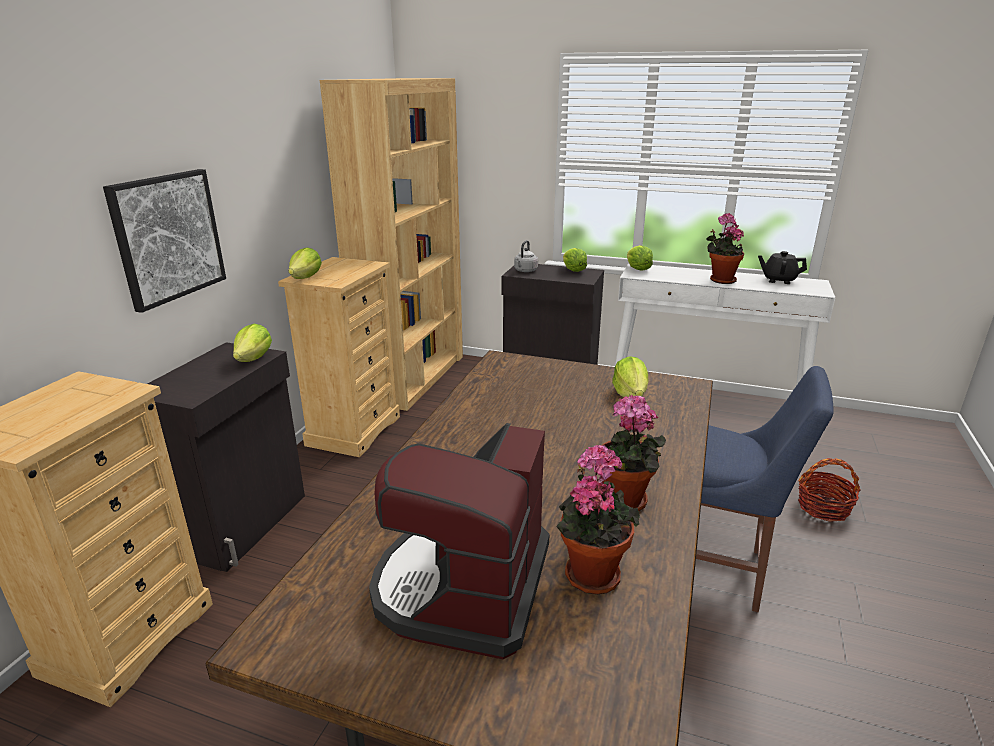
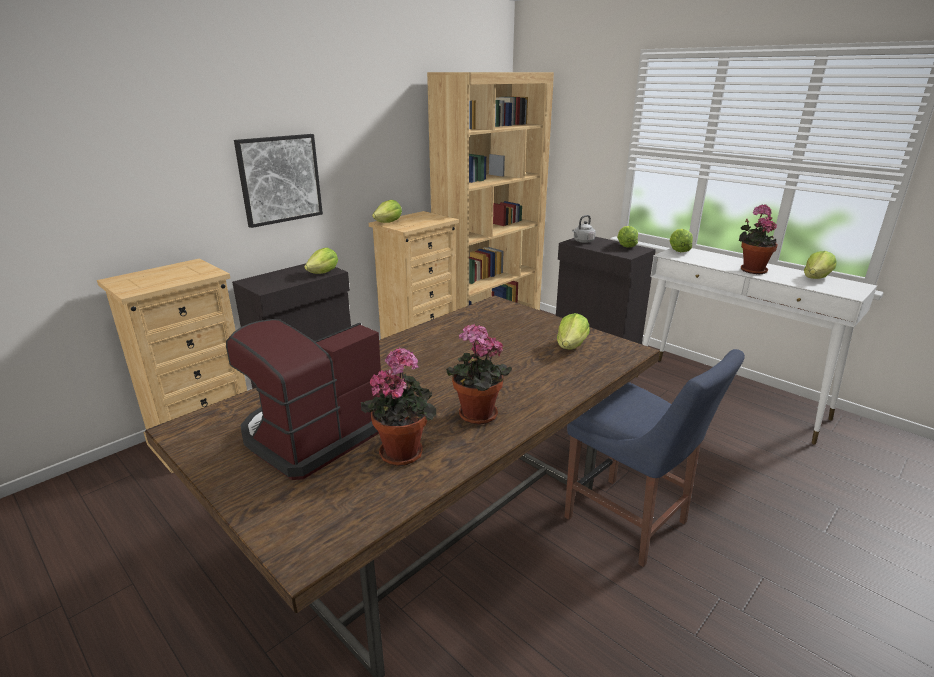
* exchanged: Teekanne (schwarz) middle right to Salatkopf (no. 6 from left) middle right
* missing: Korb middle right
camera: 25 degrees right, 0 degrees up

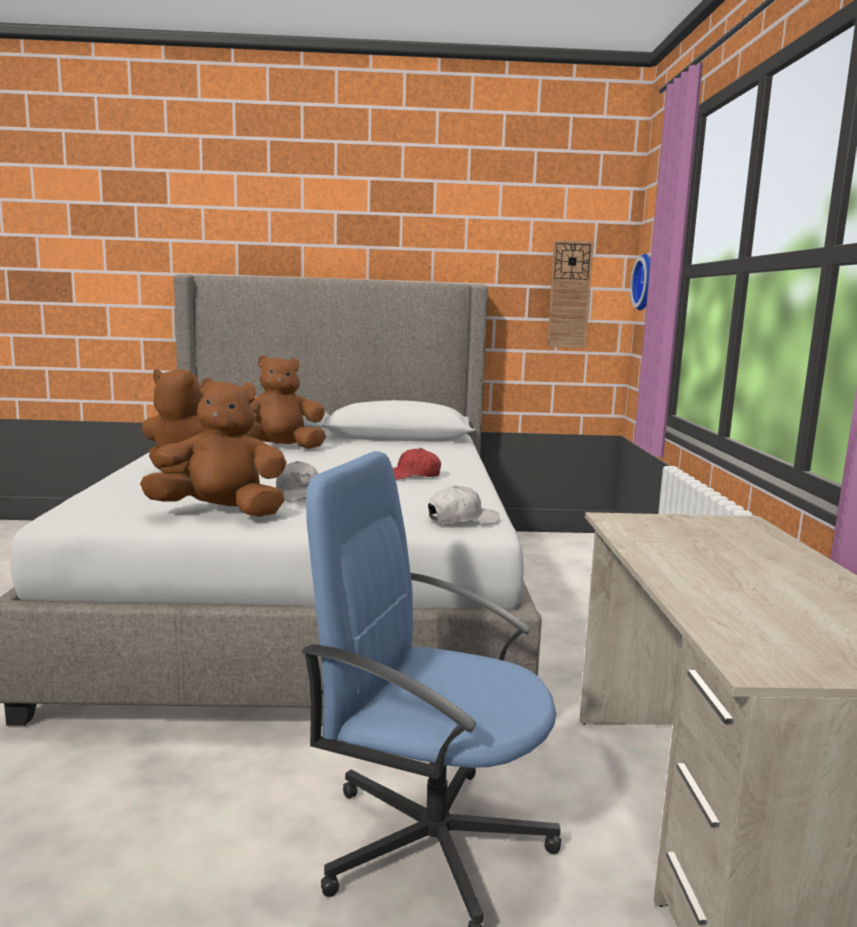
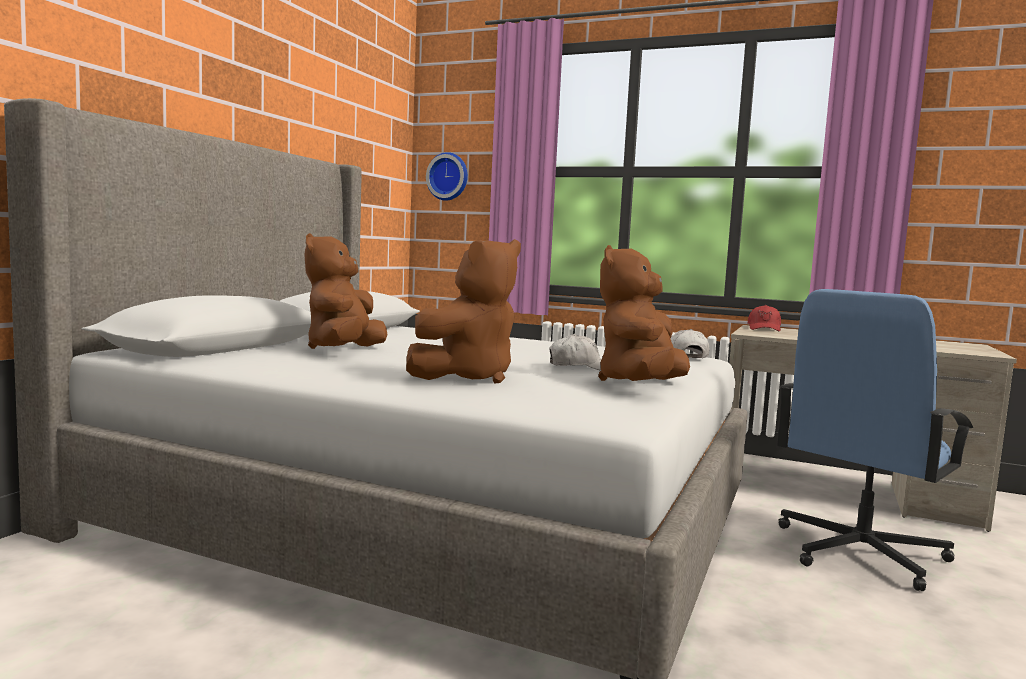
* missing: Wanduhr (no. 1 from left) top centre
* relocated: Kappe (rot) centre to middle right
camera: 65 degrees left, 5 degrees down

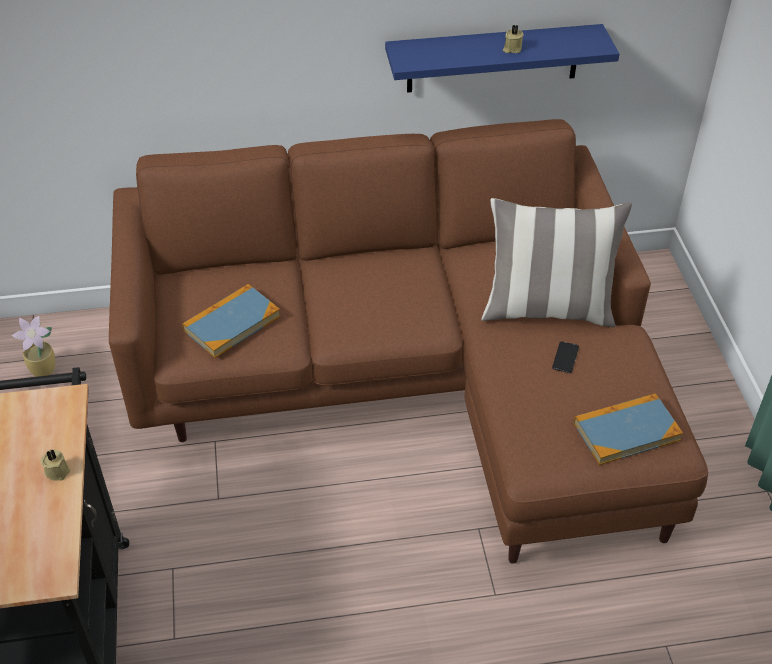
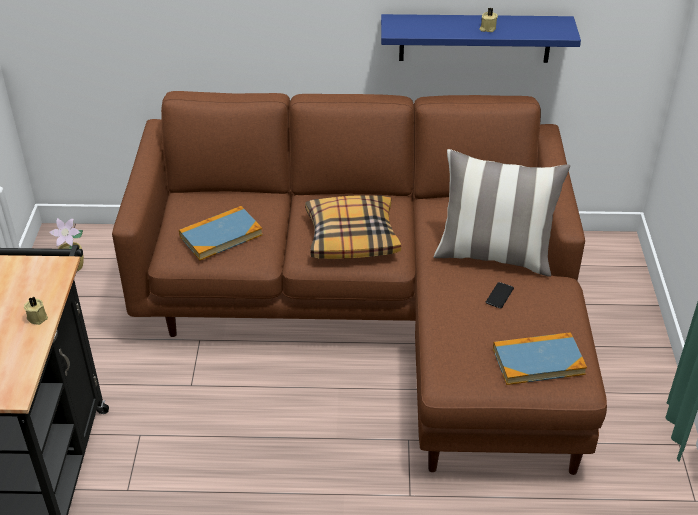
* appeared: Kissen (no. 1 from left) centre
camera: 10 degrees right, 5 degrees down

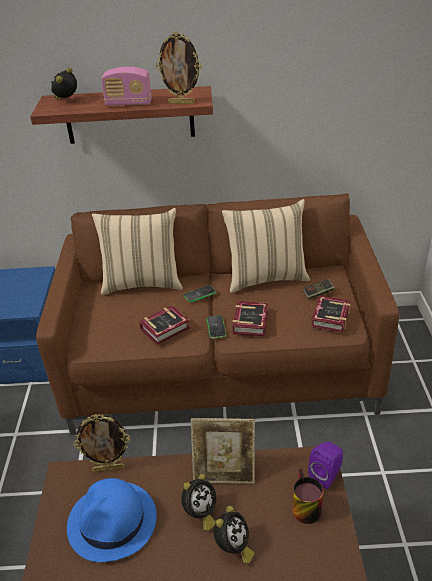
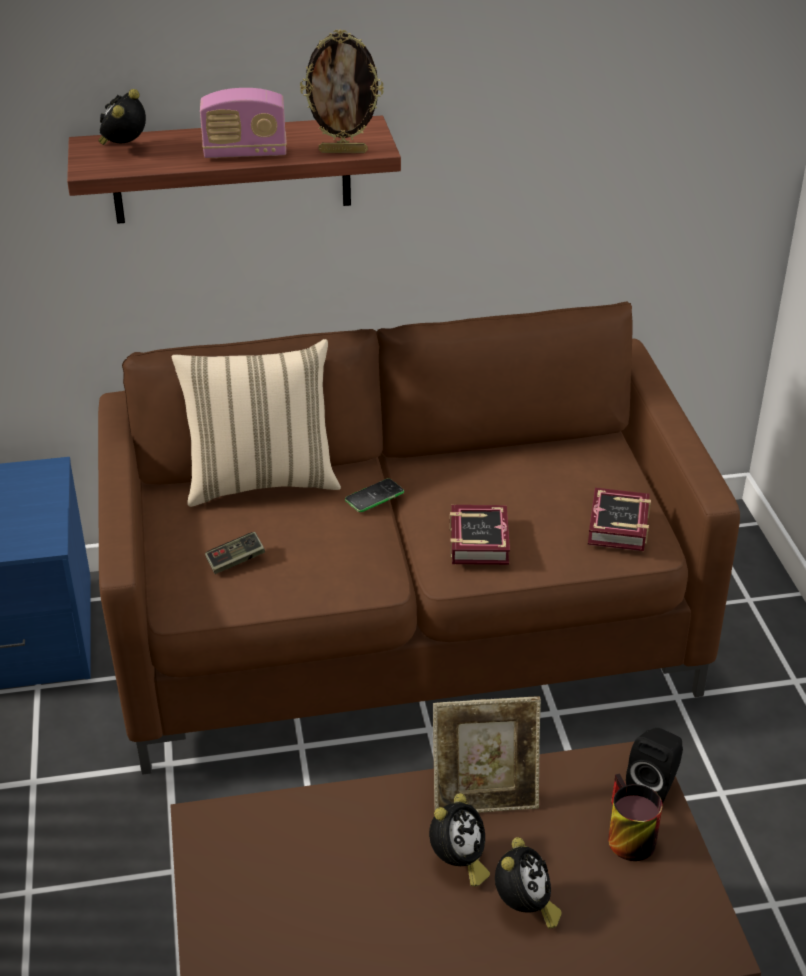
* missing: Kissen (beige) (no. 2 from left) centre
* relocated: Gamepad middle right to middle left
* missing: Buch (no. 1 from left) centre
* missing: Handy (no. 2 from left) centre
* missing: Bilderrahmen (no. 1 from left) bottom left
* colour: Lautsprecher (lila) bottom right to Lautsprecher (schwarz) bottom right
* missing: Hut (blau) bottom left
camera: 10 degrees left, 0 degrees up

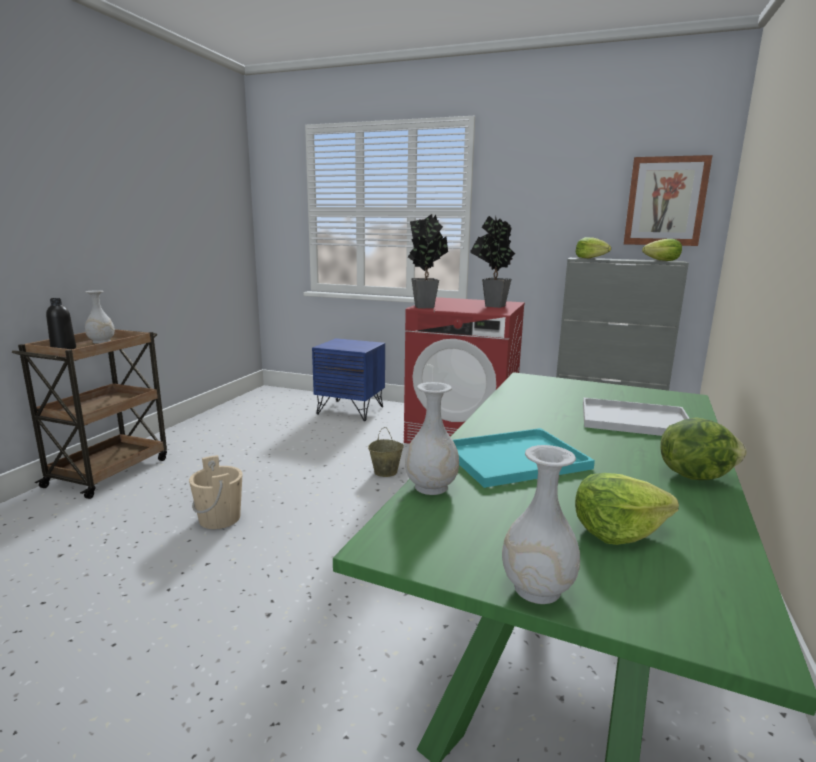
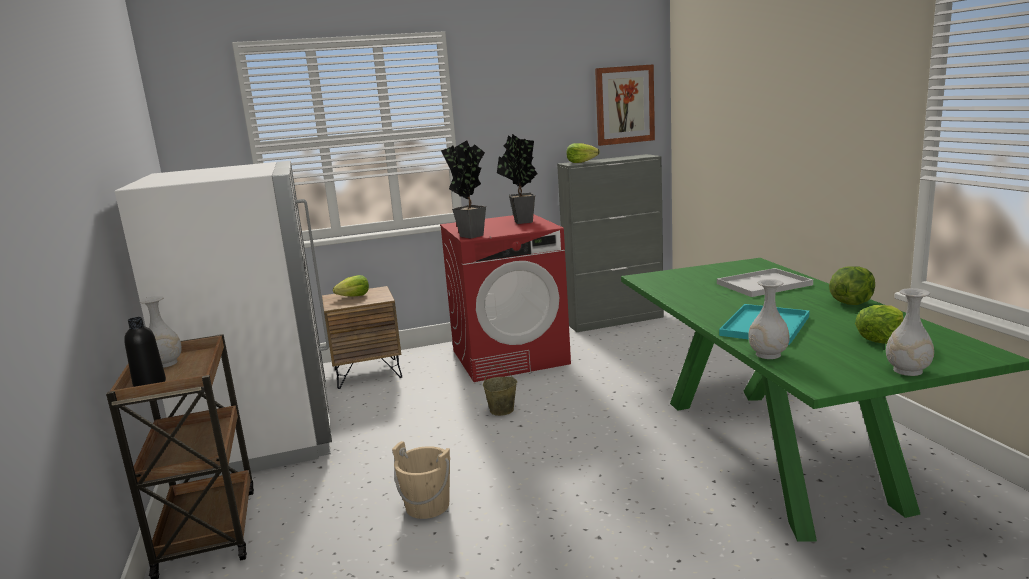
* relocated: Salatkopf (no. 3 from left in the first image) top right to Salatkopf (no. 1 from left) centre
* colour: Nachttisch (blau) centre to Nachttisch (braun) centre
* appeared: Kühlschrank (weiß) middle left
camera: 35 degrees left, 0 degrees up

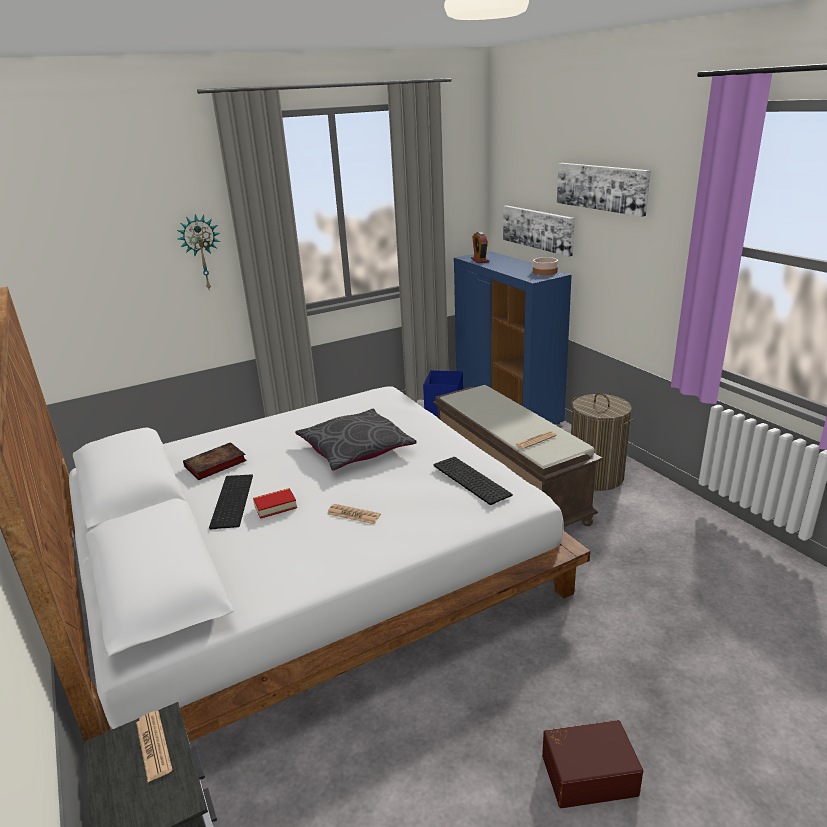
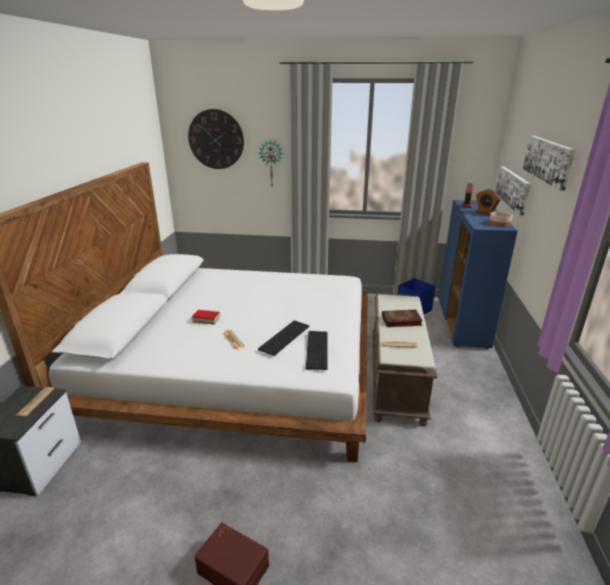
* missing: Wäschekorb middle right
* missing: Kissen (grau) centre
* relocated: Buch (no. 1 from left in the first image) middle left to Buch (no. 2 from left) centre
* relocated: Tastatur (no. 1 from left) middle left to centre
* appeared: Wanduhr (no. 1 from left) top centre
* appeared: Wecker (no. 2 from left) middle right
camera: 35 degrees right, 0 degrees up

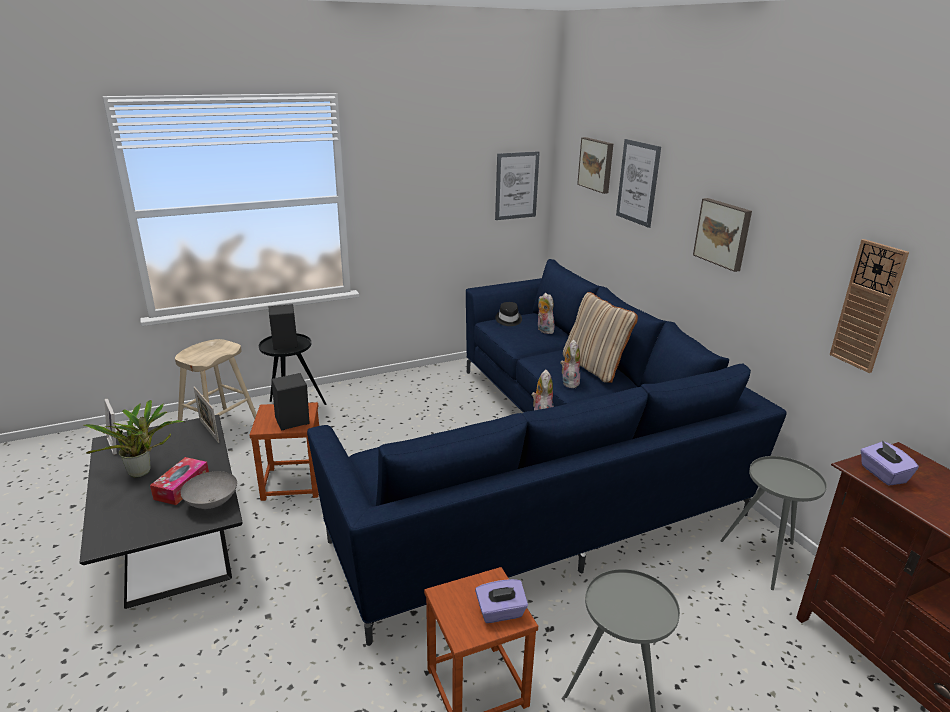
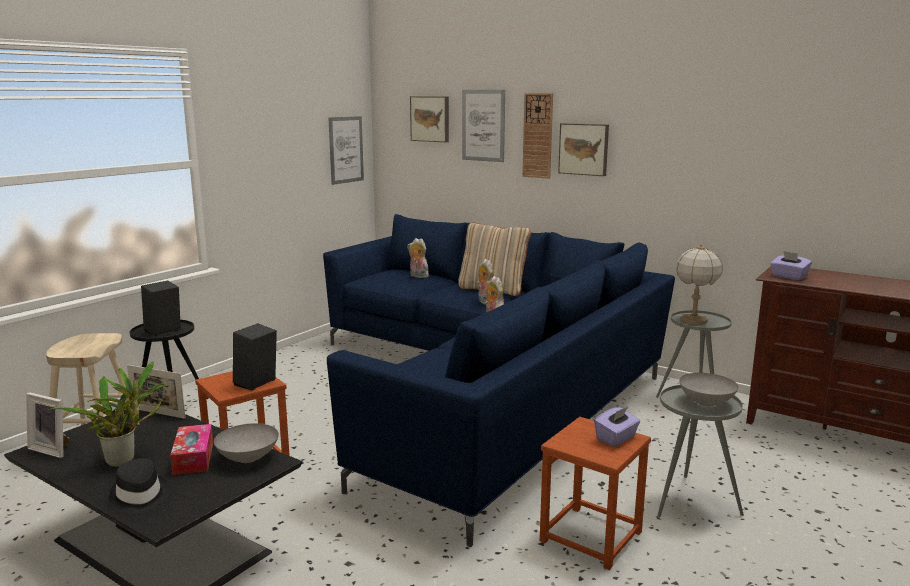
* relocated: Wanduhr middle right to top centre
* relocated: Hut (schwarz) centre to bottom left
* appeared: Tischlampe middle right
* appeared: Schüssel (grau) (no. 2 from left) middle right
camera: 30 degrees left, 10 degrees down

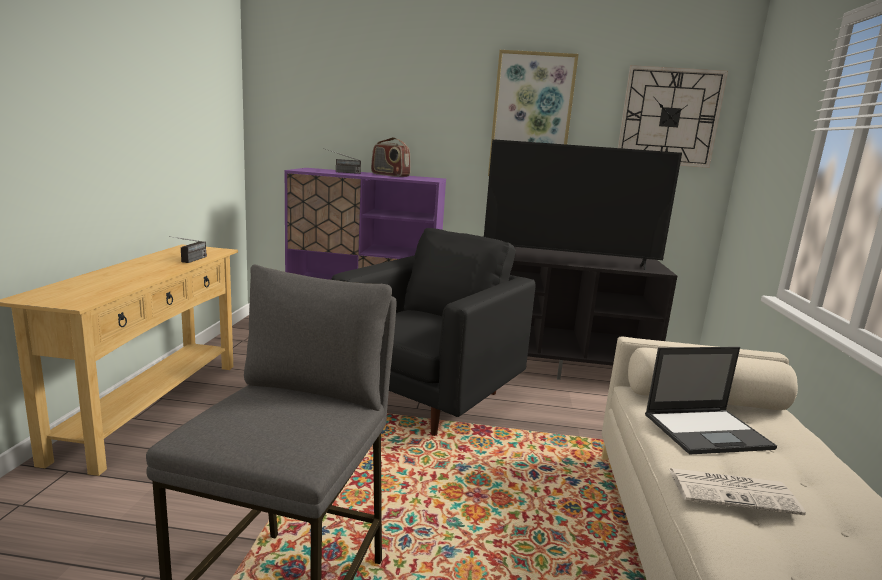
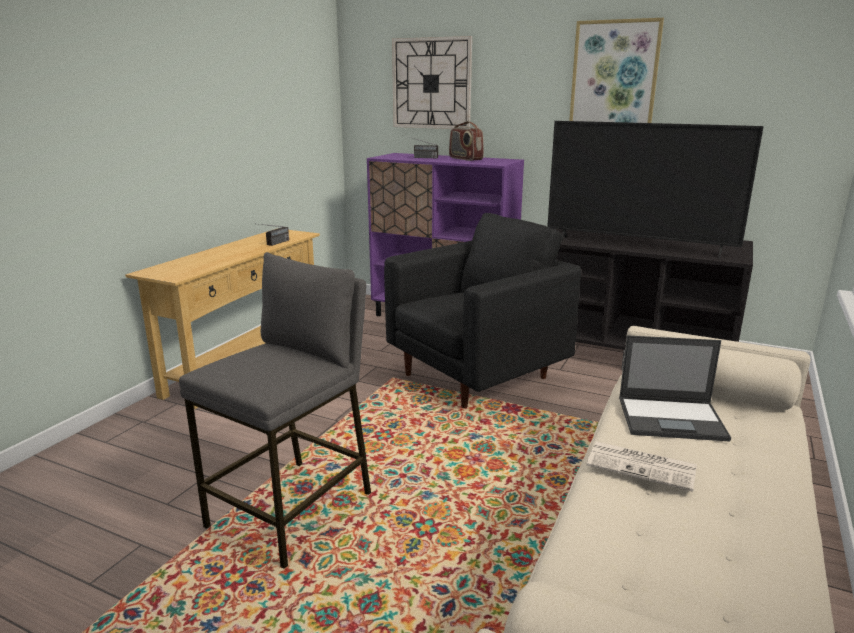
* relocated: Wanduhr top right to top centre
camera: 20 degrees right, 5 degrees up

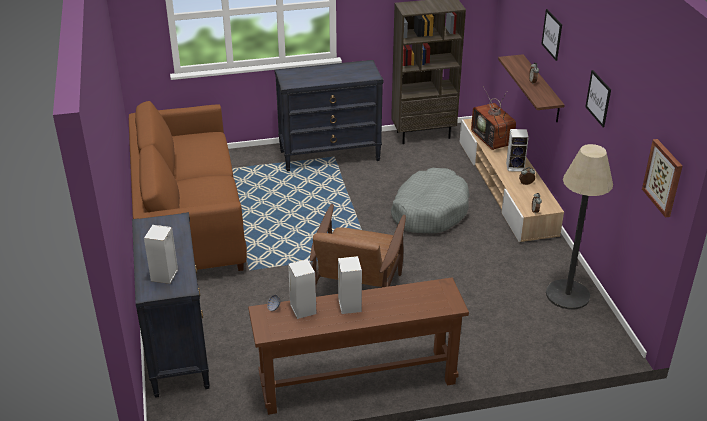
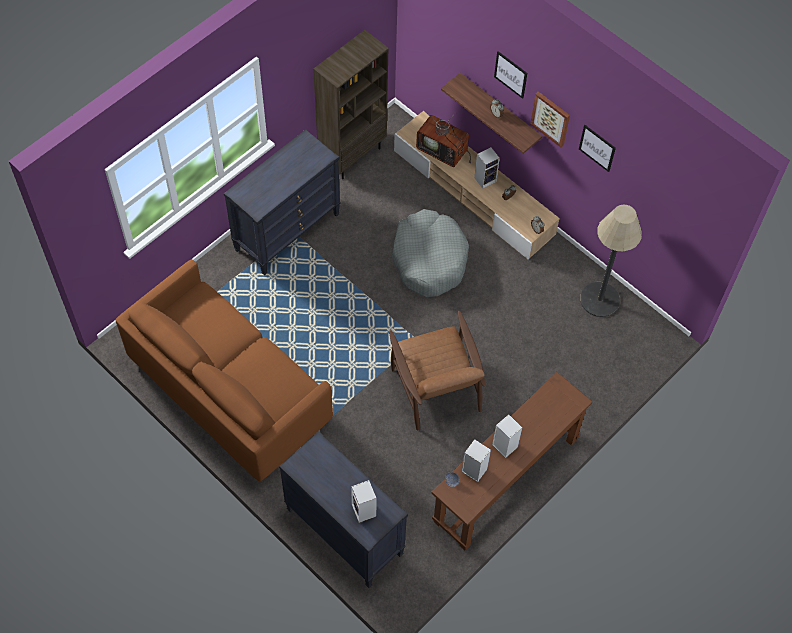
* relocated: Bild (no. 3 from left in the first image) middle right to Bild (no. 2 from left) top right
camera: 35 degrees left, 25 degrees up

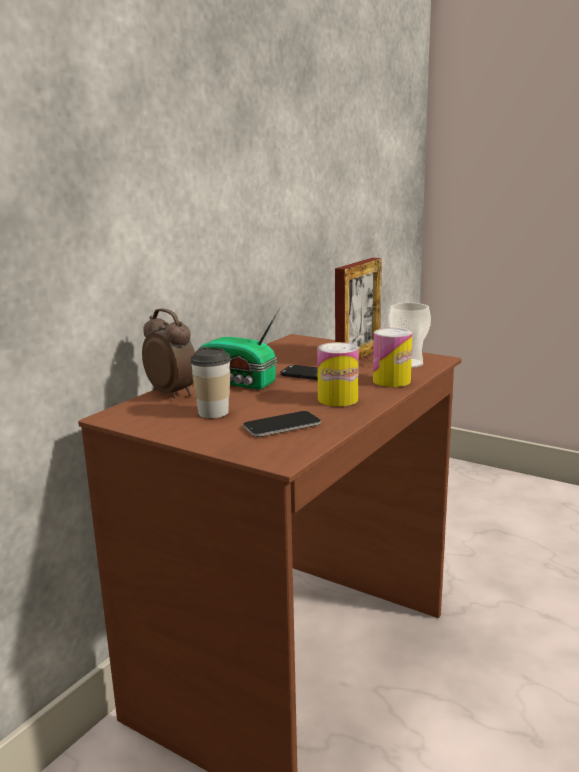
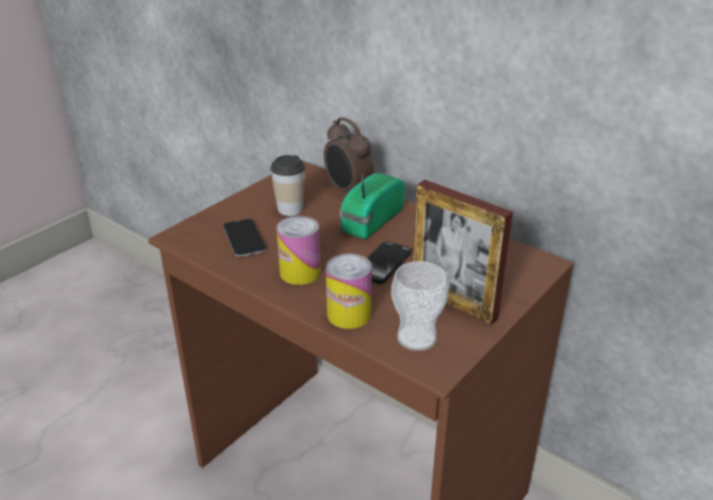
* spun: Wecker middle left = top centre 90 degrees clockwise
camera: 95 degrees right, 15 degrees up

